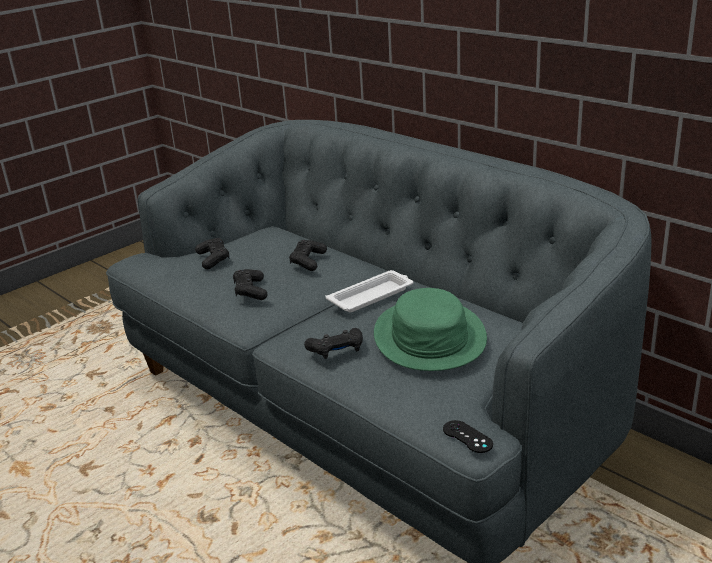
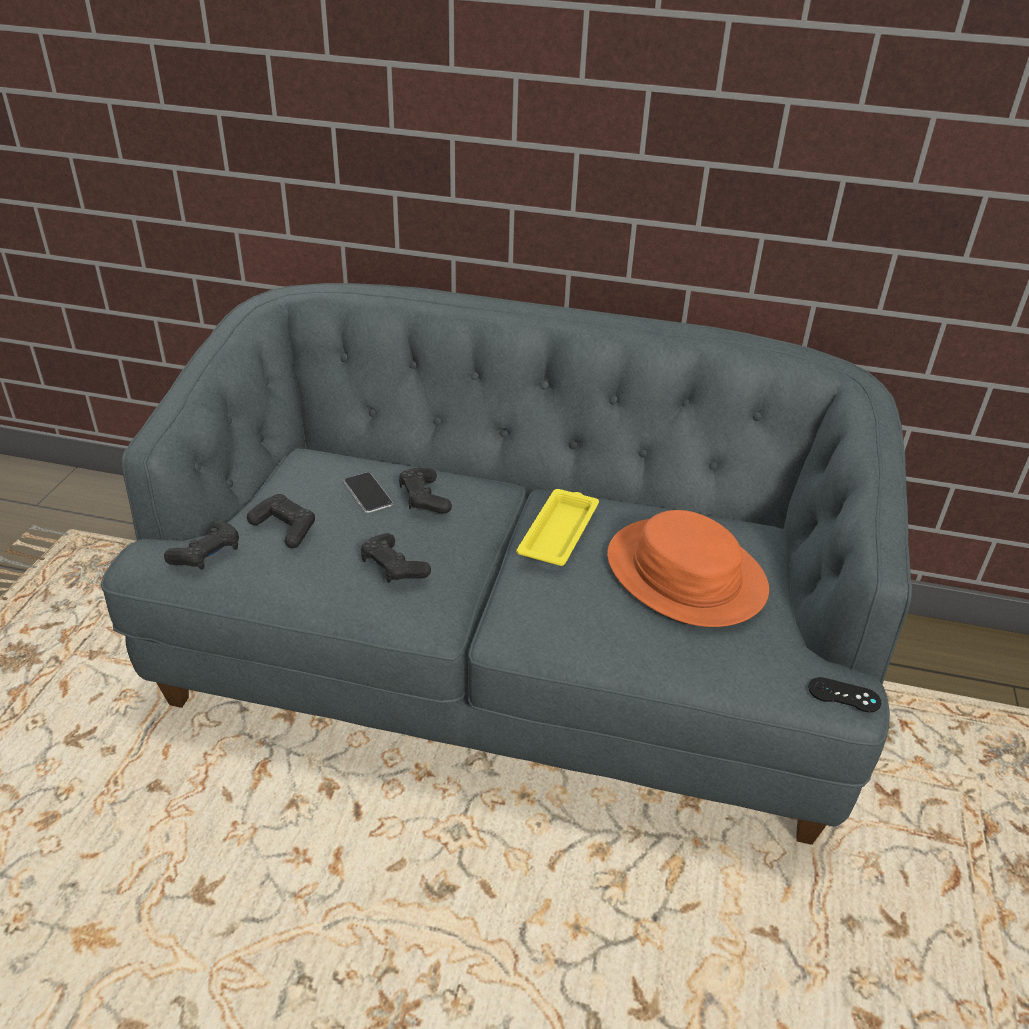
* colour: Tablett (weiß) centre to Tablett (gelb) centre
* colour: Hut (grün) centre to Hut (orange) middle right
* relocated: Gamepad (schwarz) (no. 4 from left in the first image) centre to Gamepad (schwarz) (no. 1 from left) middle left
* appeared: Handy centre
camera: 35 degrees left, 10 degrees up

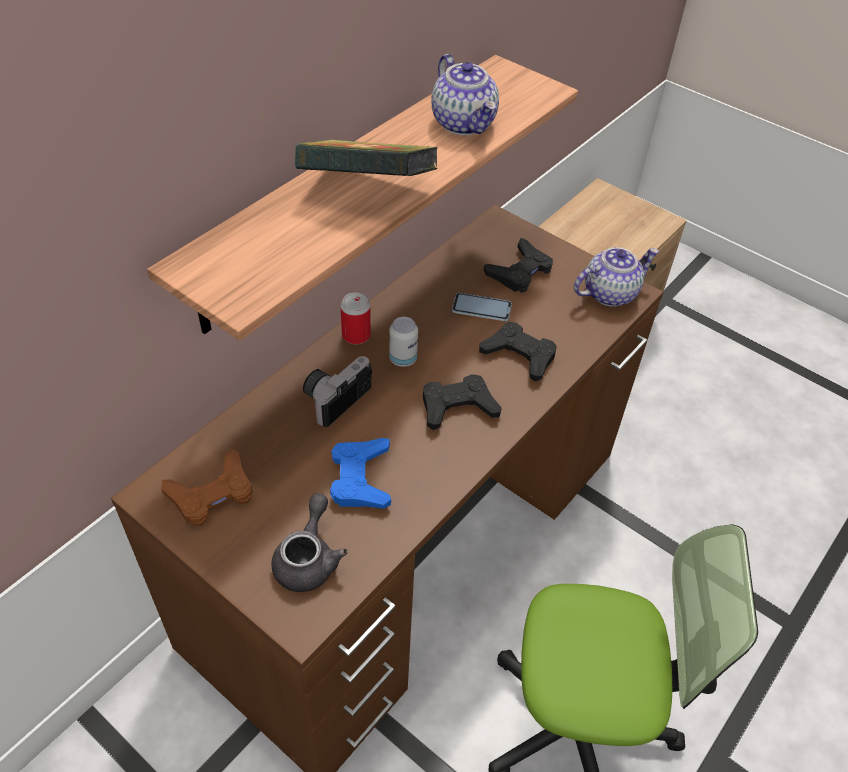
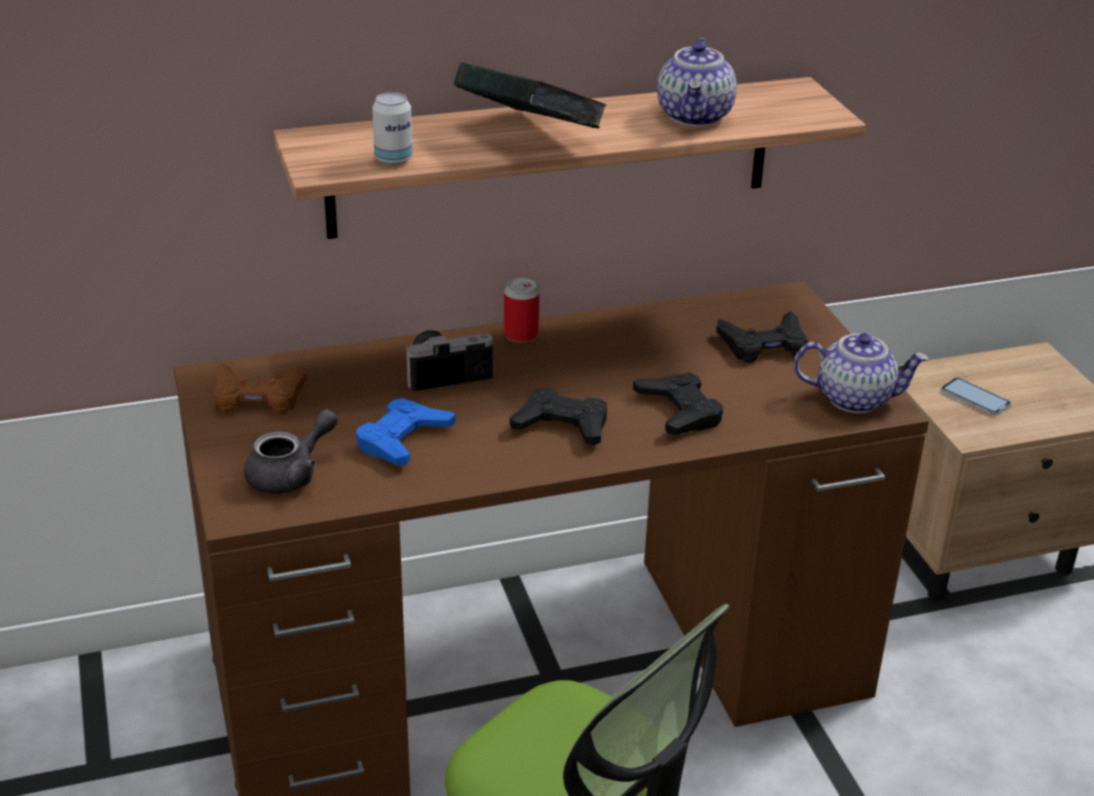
* relocated: Handy centre to middle right
* relocated: Dose (no. 2 from left in the first image) centre to Dose (no. 1 from left) top centre
camera: 35 degrees right, 15 degrees down

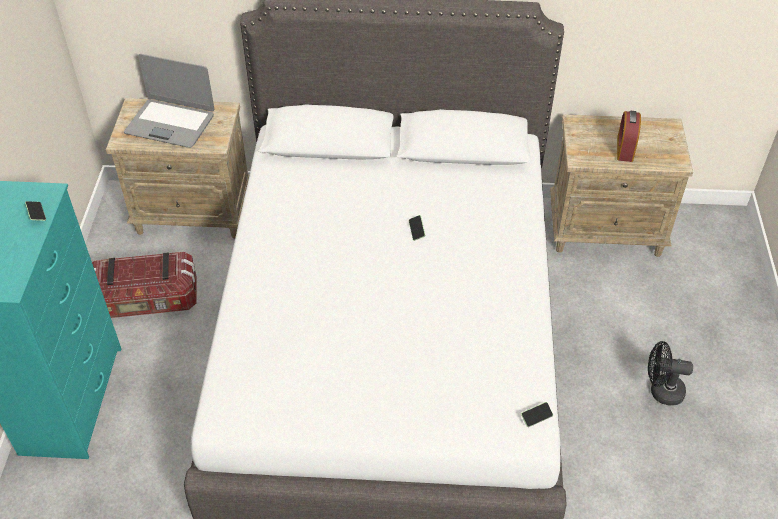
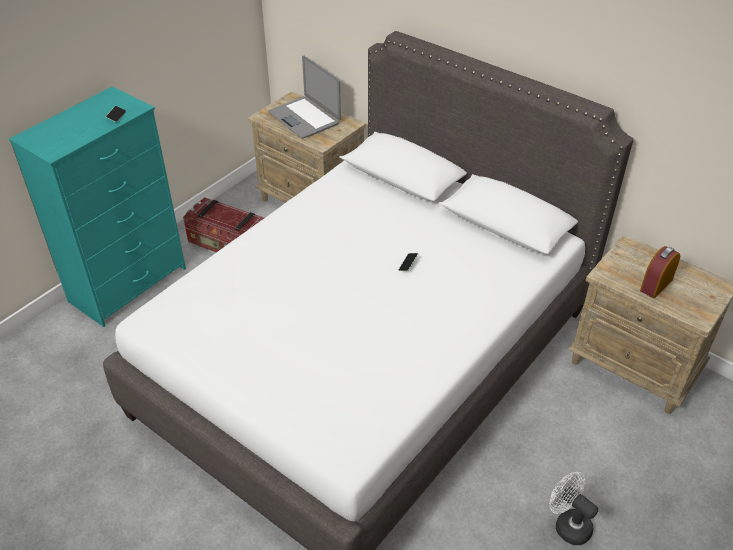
* colour: Ventilator (schwarz) bottom right to Ventilator (weiß) bottom right
* missing: Handy (no. 3 from left) bottom right
camera: 35 degrees right, 5 degrees down

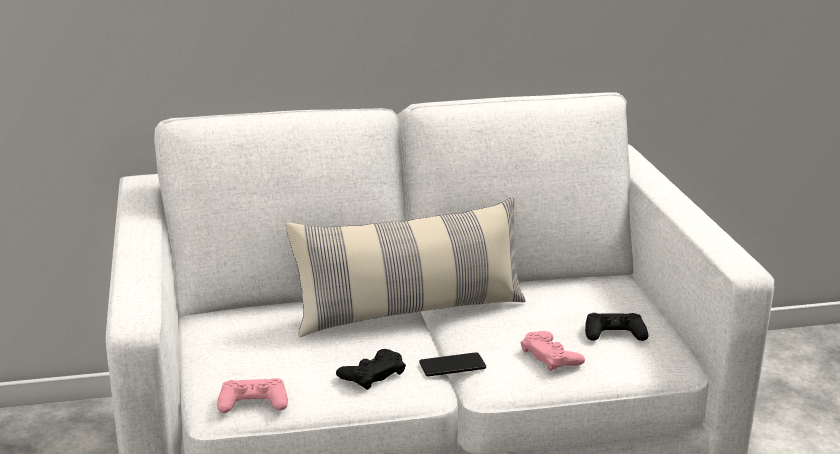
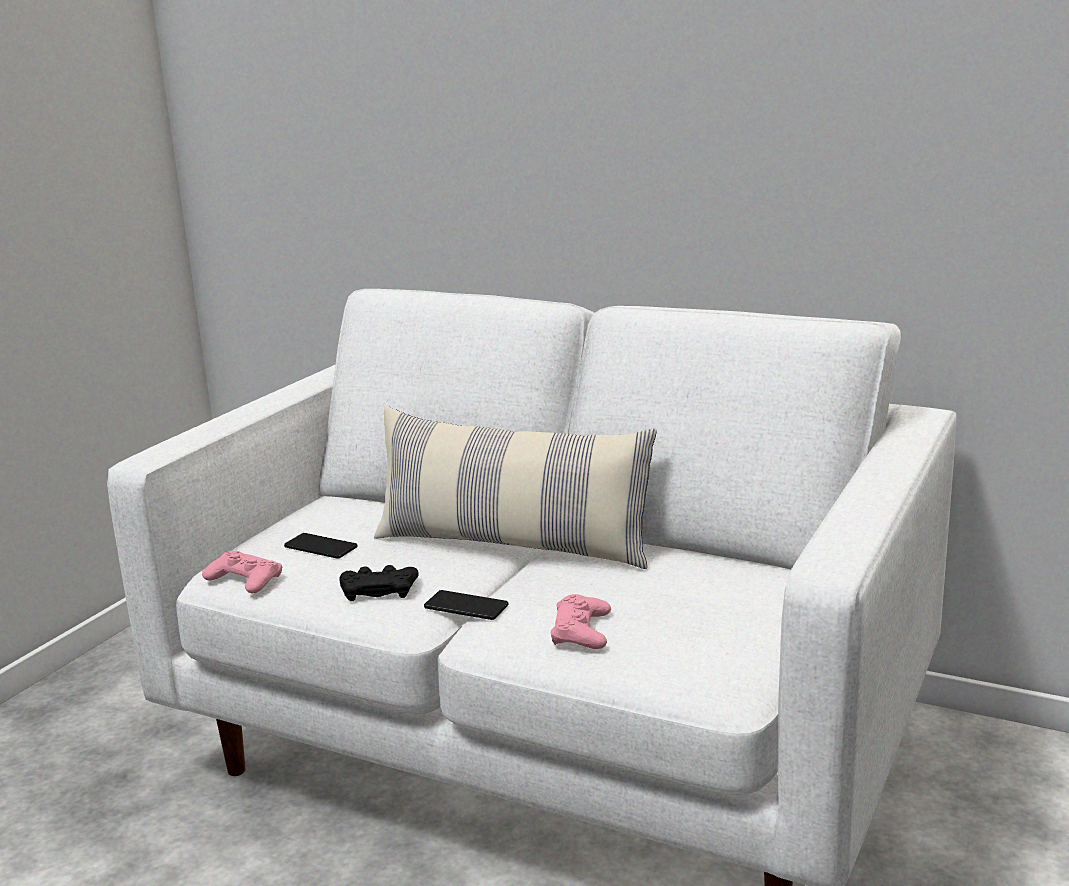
* missing: Gamepad (schwarz) (no. 2 from left) bottom right
* appeared: Handy (no. 1 from left) middle left
camera: 40 degrees right, 5 degrees down

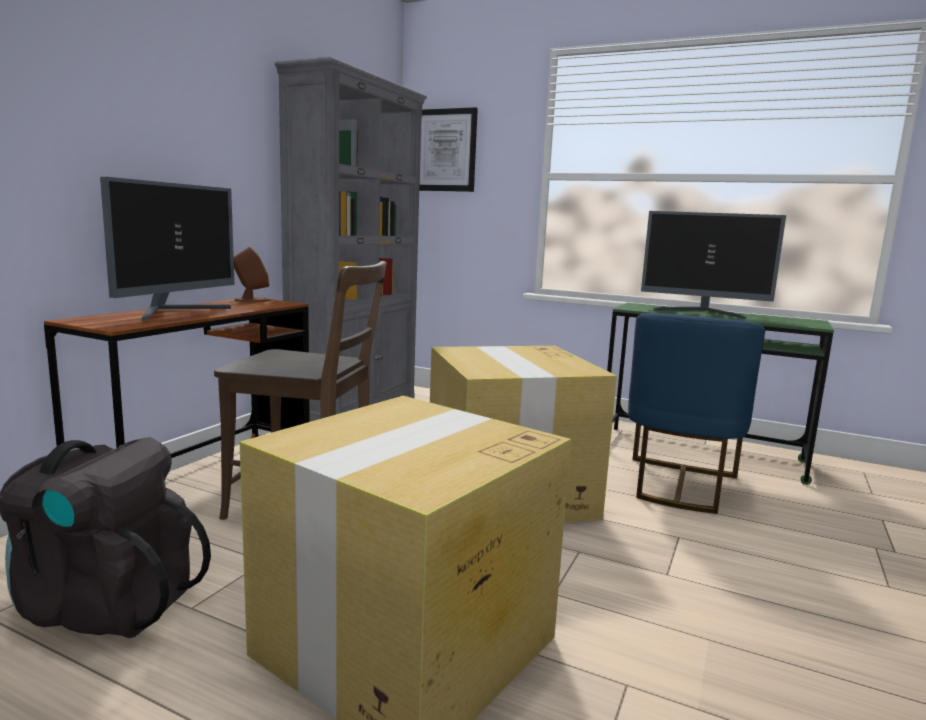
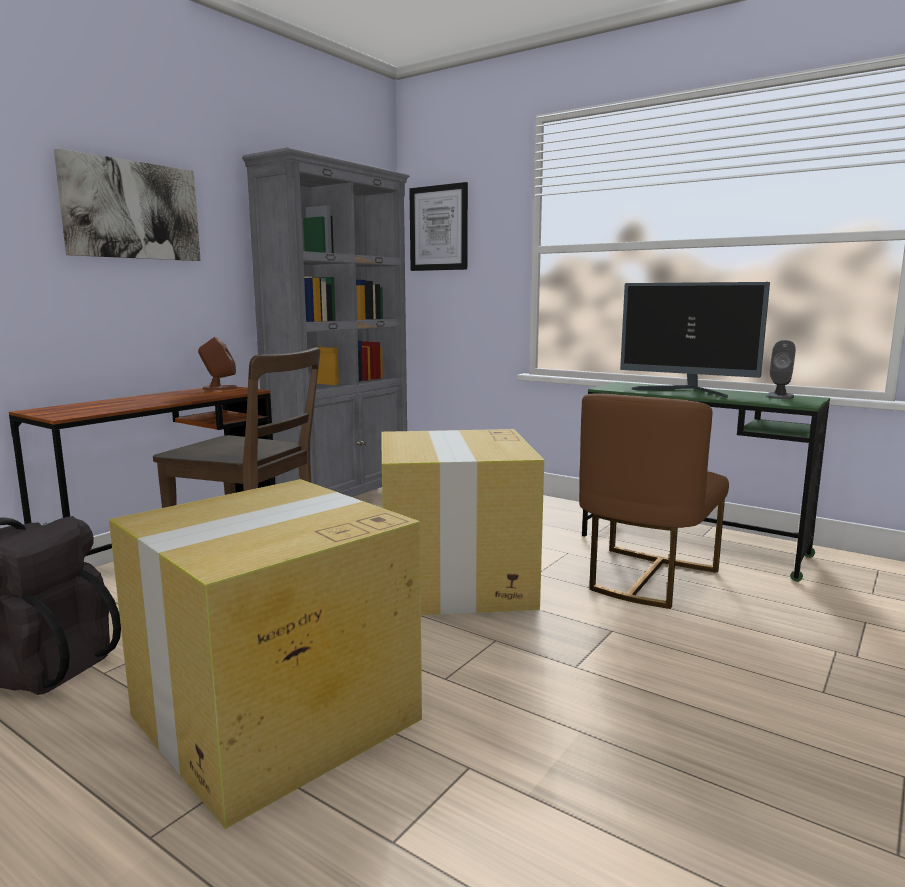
* missing: Monitor (no. 1 from left) middle left
* colour: Stuhl (blau) middle right to Stuhl (braun) (no. 2 from left) middle right
* appeared: Bild (no. 1 from left) top left
* appeared: Lautsprecher (grau) middle right
camera: 10 degrees right, 0 degrees up

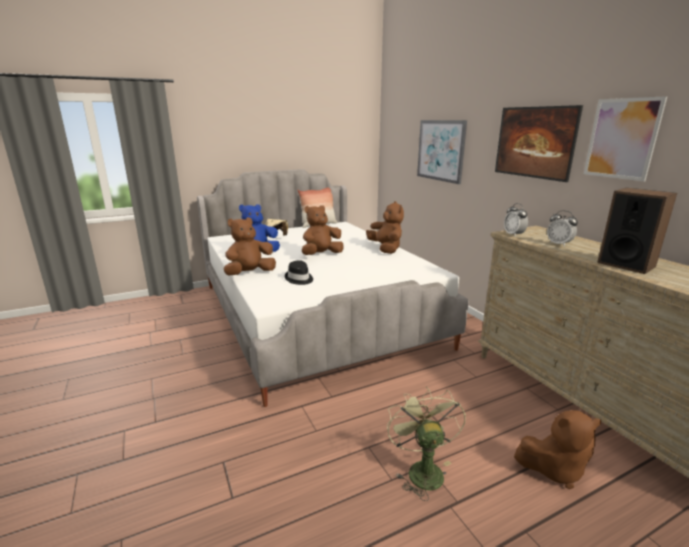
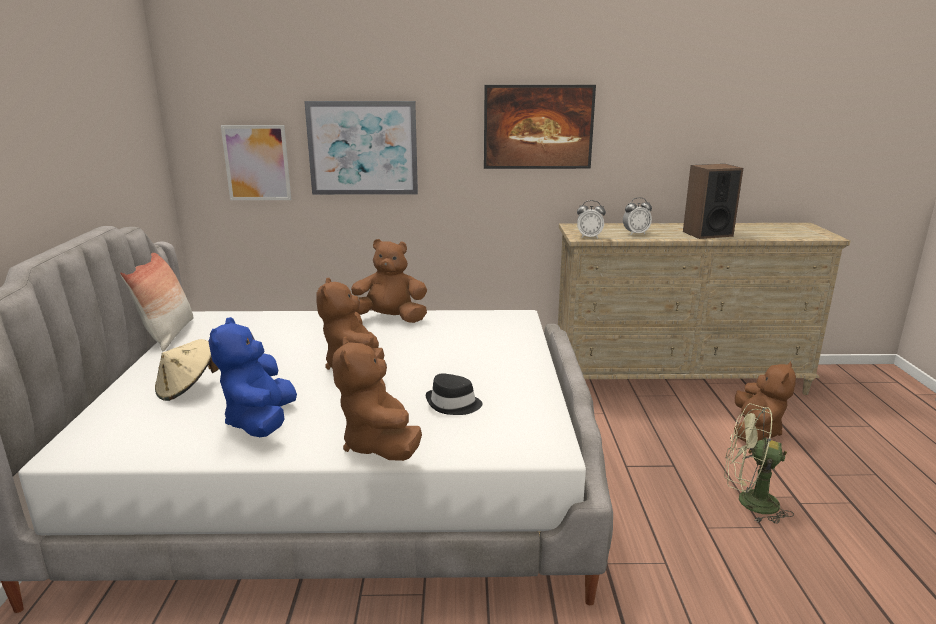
* relocated: Bild (no. 3 from left in the first image) top right to Bild (no. 1 from left) top left
camera: 65 degrees left, 0 degrees up

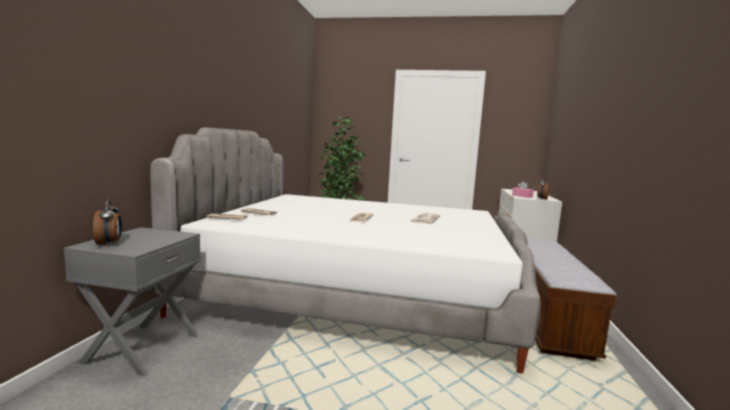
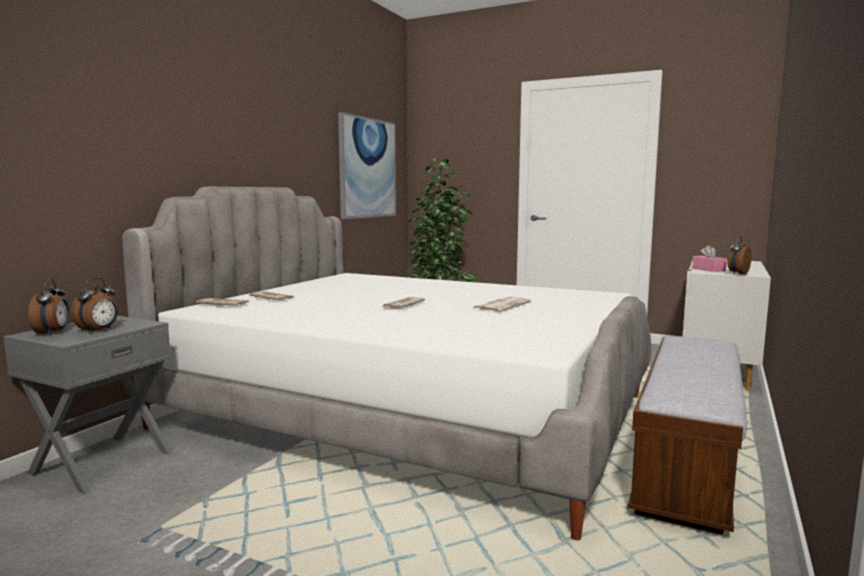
* appeared: Bild top centre
* appeared: Wecker (no. 2 from left) middle left
camera: 15 degrees right, 0 degrees up

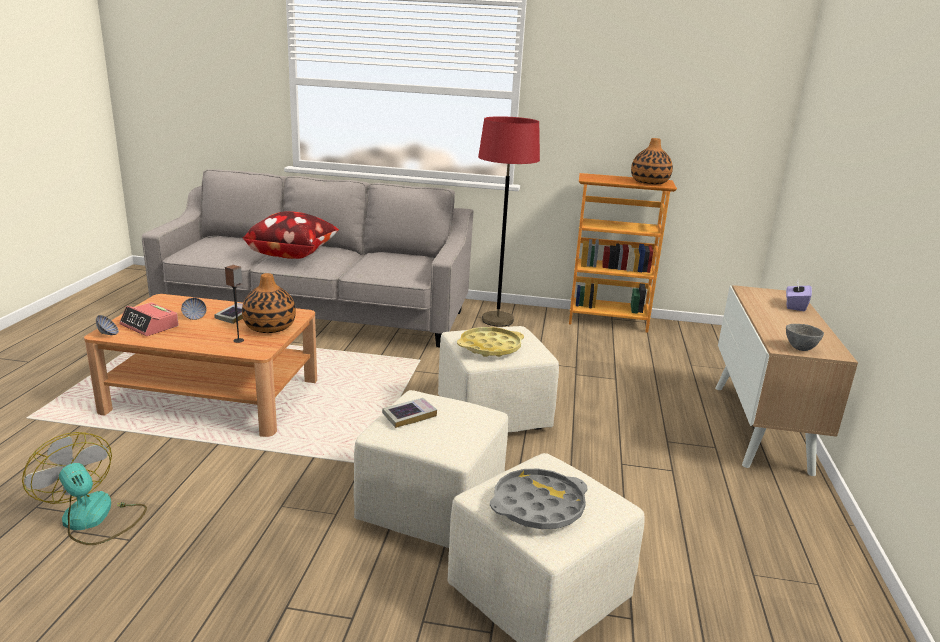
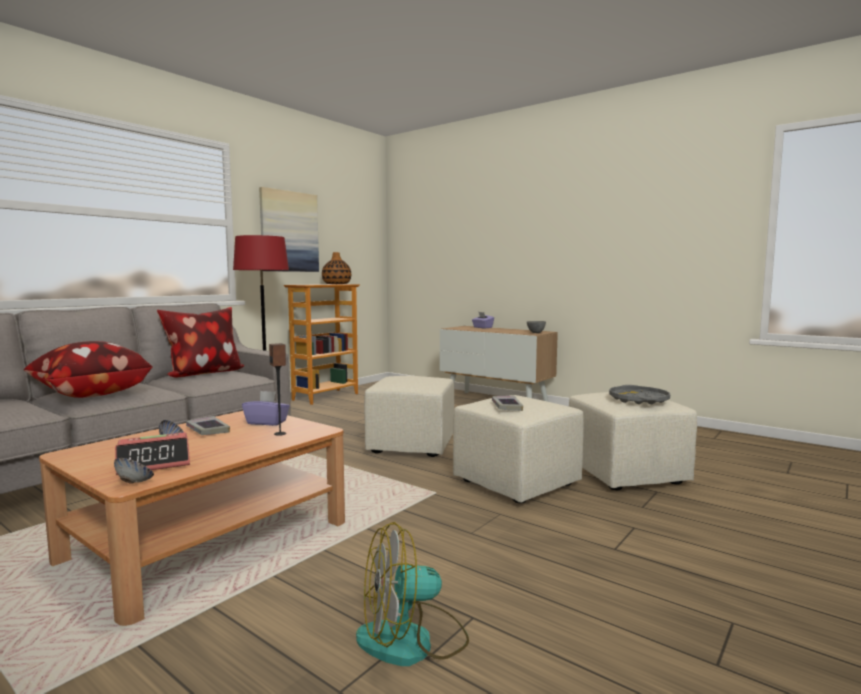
* exchanged: Vase (no. 1 from left) middle left to Taschentuchbox (lila) (no. 1 from left) middle left
* missing: Tablett (gelb) centre
* appeared: Bild top centre
* appeared: Kissen (no. 2 from left) middle left
camera: 60 degrees left, 15 degrees down

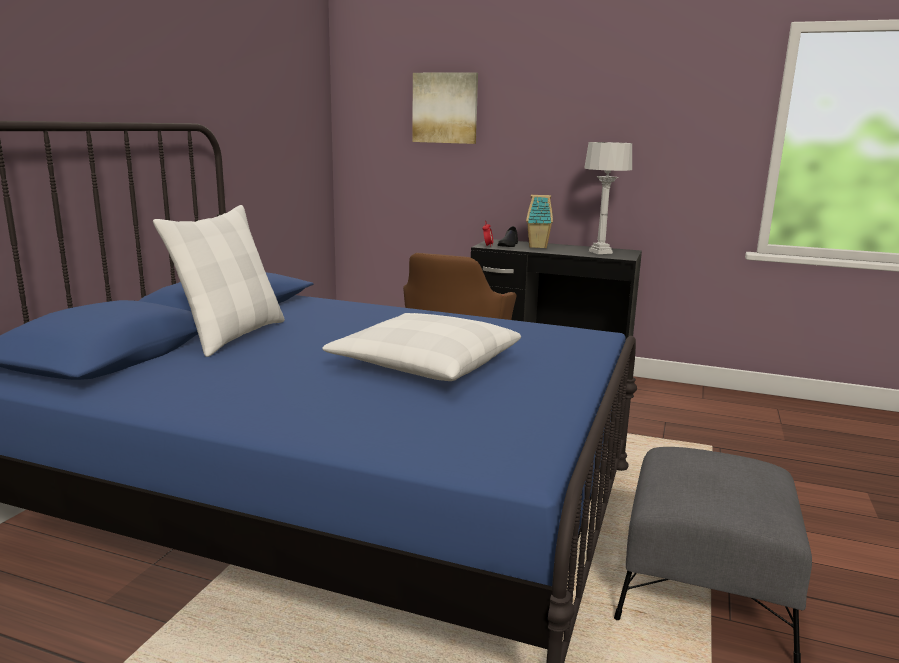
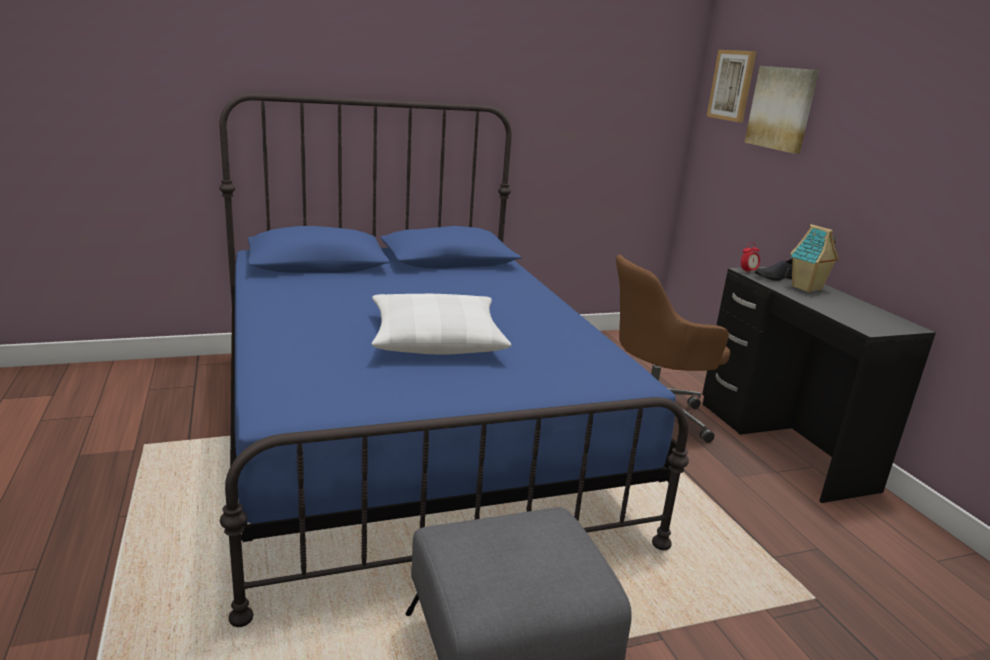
* missing: Tischlampe (grau) top right
* missing: Kissen (weiß) (no. 1 from left) middle left
* appeared: Bild (no. 1 from left) top right
camera: 50 degrees right, 5 degrees up

